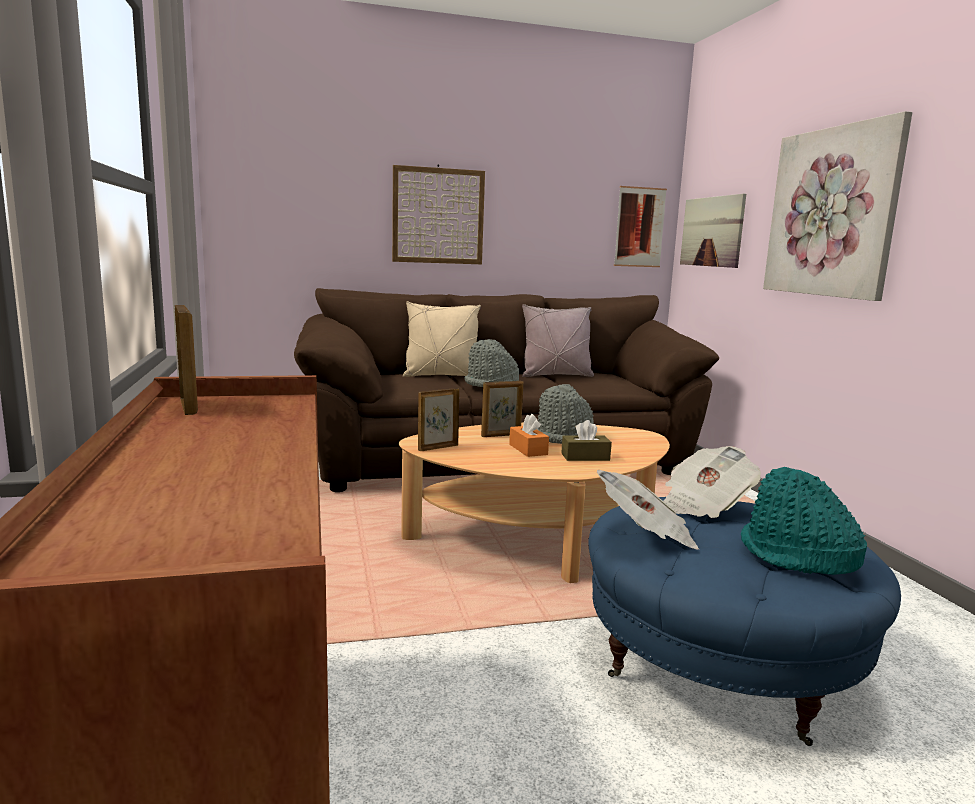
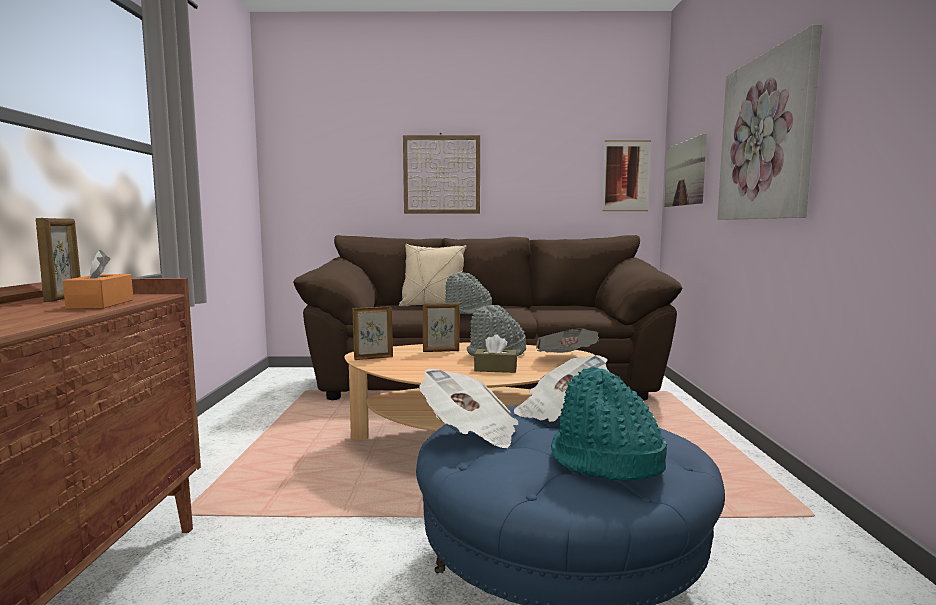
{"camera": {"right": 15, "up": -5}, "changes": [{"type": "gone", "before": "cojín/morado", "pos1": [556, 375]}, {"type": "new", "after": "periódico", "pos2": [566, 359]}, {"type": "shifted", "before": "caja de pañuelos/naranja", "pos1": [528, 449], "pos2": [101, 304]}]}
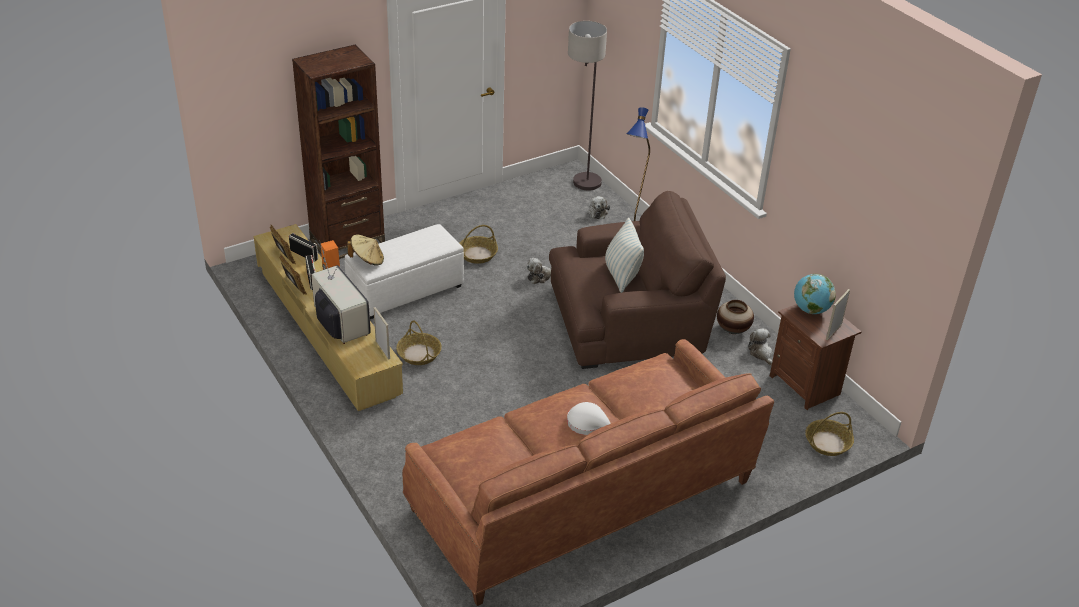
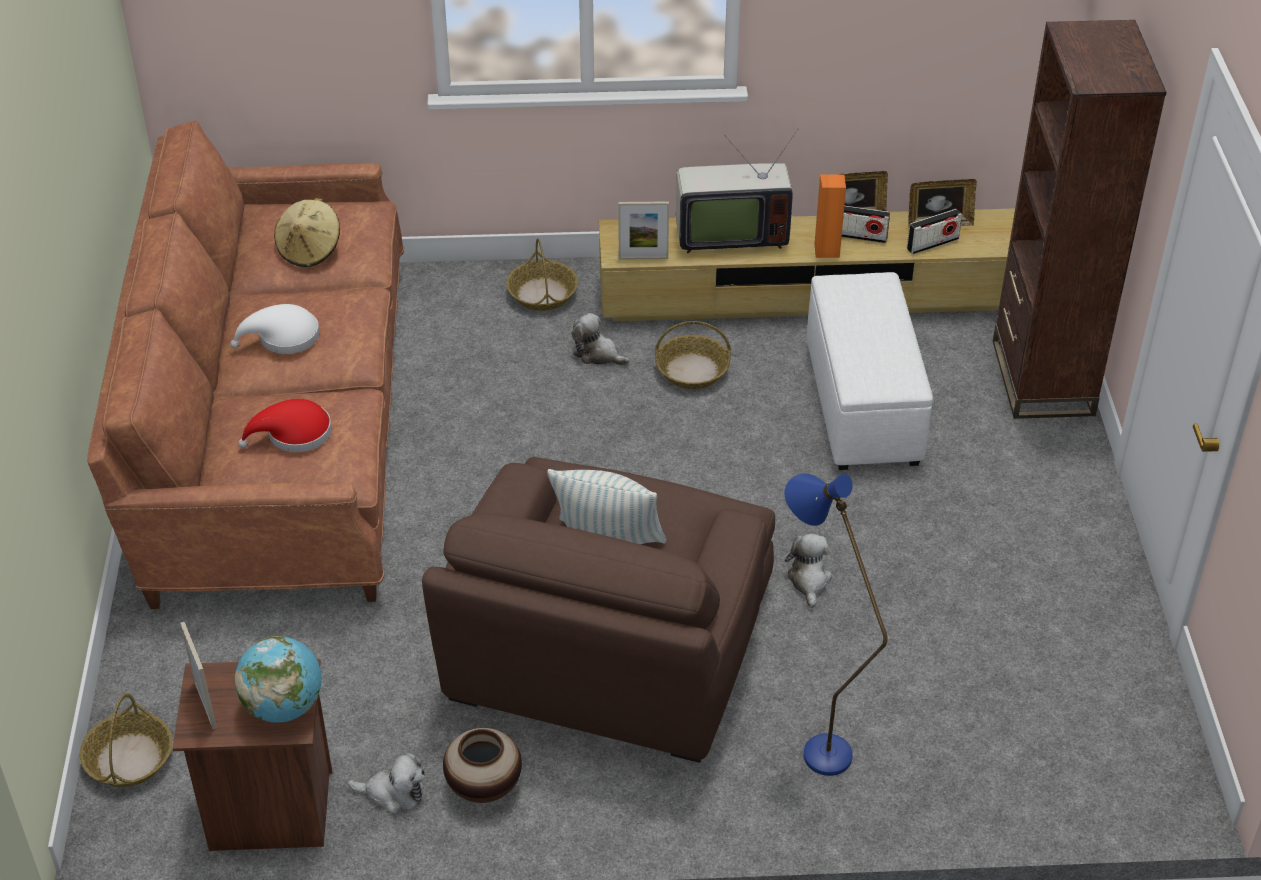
{"camera": {"right": 120, "up": 5}, "changes": [{"type": "gone", "before": "lámpara de pie/gris", "pos1": [581, 185]}, {"type": "new", "after": "sombrero/rojo", "pos2": [294, 434]}, {"type": "shifted", "before": "sombrero/beis", "pos1": [367, 260], "pos2": [310, 250]}, {"type": "shifted", "before": "cesta", "pos1": [477, 254], "pos2": [542, 294]}, {"type": "shifted", "before": "peluche", "pos1": [597, 212], "pos2": [598, 354]}]}
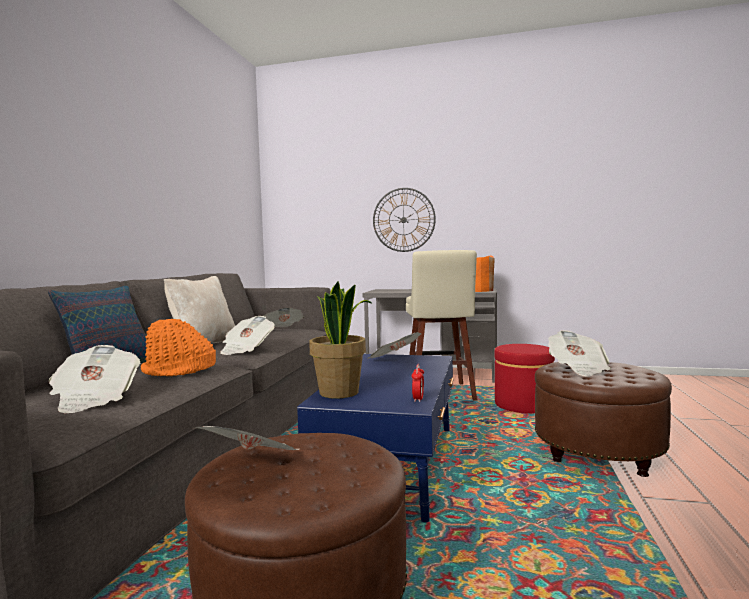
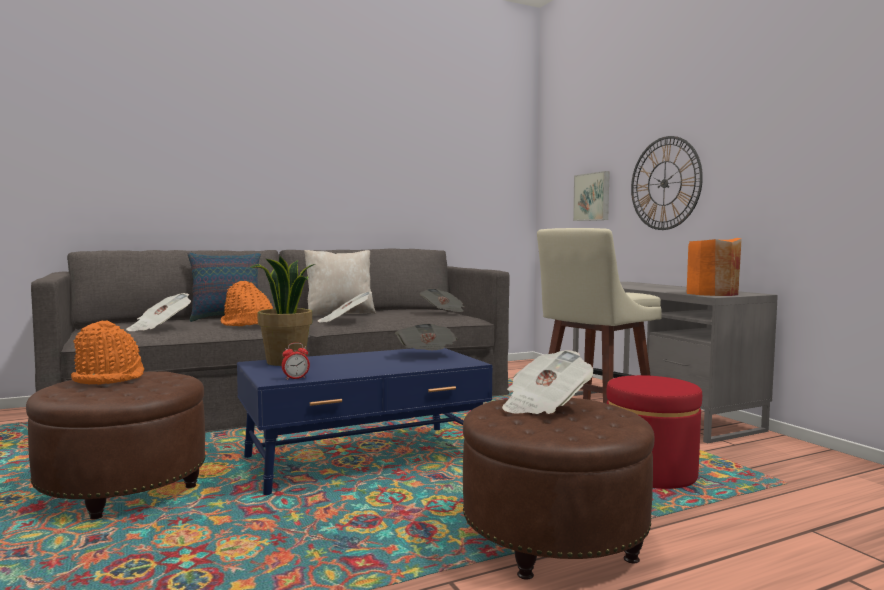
{"camera": {"right": 50, "up": 0}, "changes": [{"type": "new", "after": "cuadro", "pos2": [592, 197]}, {"type": "swapped", "before": "periódico", "after": "sombrero/naranja", "pos1": [253, 467], "pos2": [109, 378]}]}
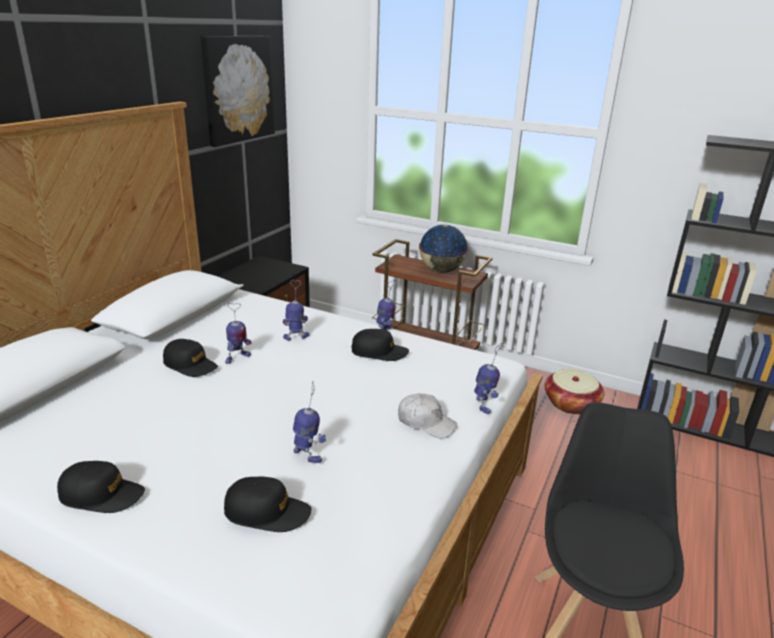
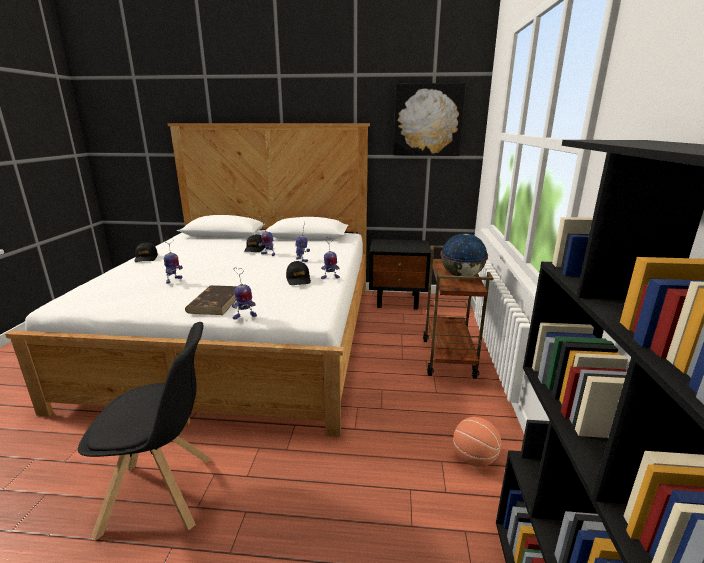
{"camera": {"right": 70, "up": -5}, "changes": [{"type": "gone", "before": "gorra/negro", "pos1": [267, 512]}, {"type": "swapped", "before": "gorra/blanco", "after": "libro/marrón", "pos1": [426, 422], "pos2": [215, 302]}, {"type": "swapped", "before": "cesta", "after": "balón de baloncesto", "pos1": [571, 404], "pos2": [474, 459]}]}
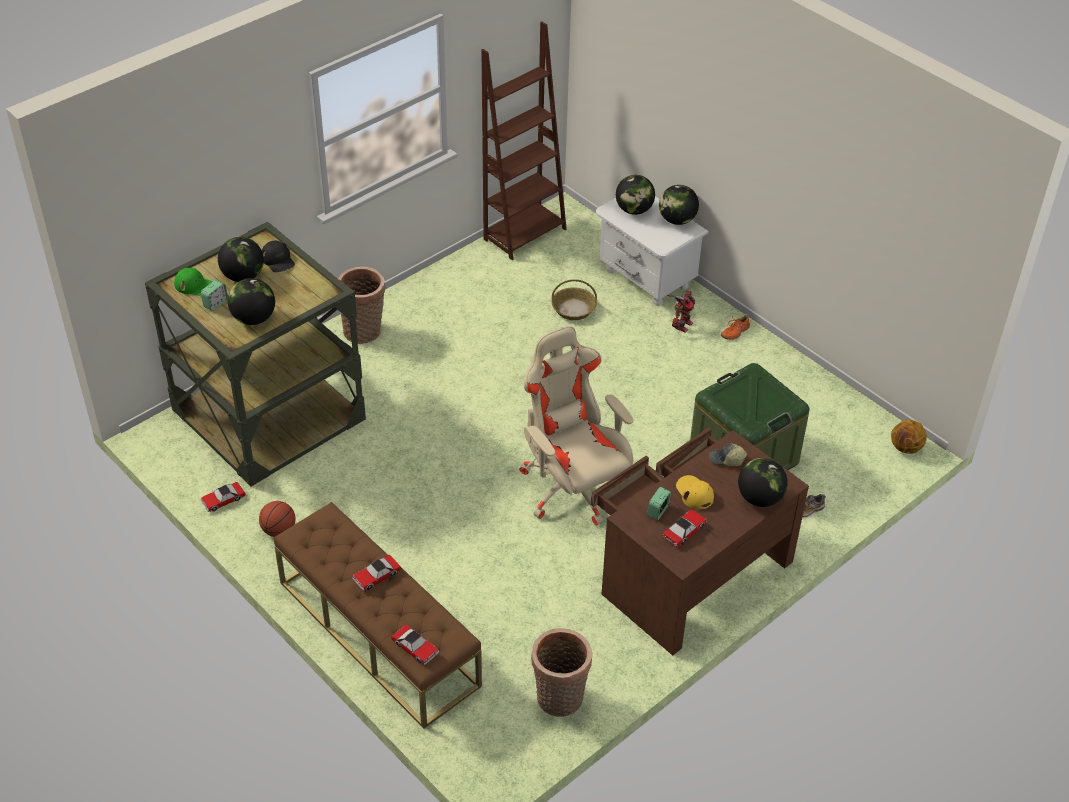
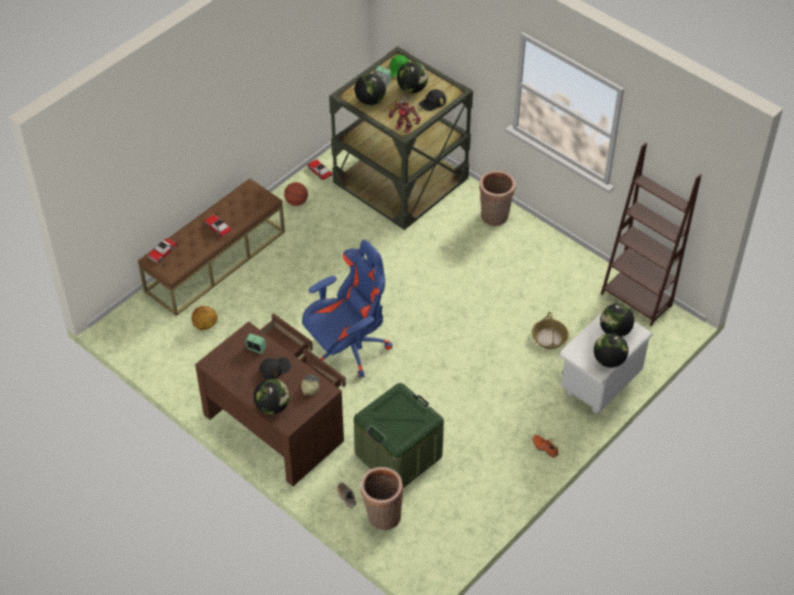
{"camera": {"right": 85, "up": 5}, "changes": [{"type": "gone", "before": "coche de juguete", "pos1": [684, 531]}, {"type": "shifted", "before": "cesta", "pos1": [559, 701], "pos2": [382, 516]}, {"type": "shifted", "before": "robot de juguete", "pos1": [681, 325], "pos2": [404, 126]}, {"type": "shifted", "before": "balón de baloncesto", "pos1": [905, 448], "pos2": [205, 325]}, {"type": "repainted", "before": "silla de oficina/beis", "after": "silla de oficina/azul", "pos1": [574, 494], "pos2": [346, 351]}, {"type": "repainted", "before": "gorra/amarillo", "after": "gorra/negro", "pos1": [694, 493], "pos2": [274, 368]}]}
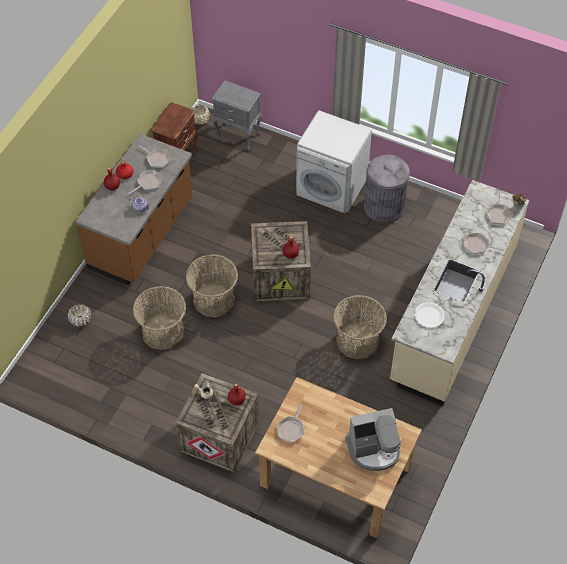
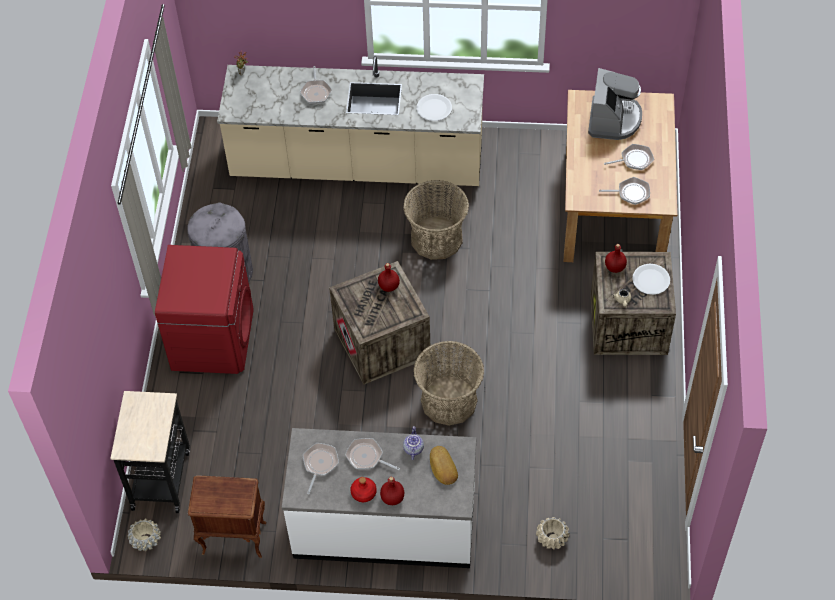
{"camera": {"right": -110, "up": 0}, "changes": [{"type": "gone", "before": "cesta", "pos1": [163, 331]}, {"type": "new", "after": "pan", "pos2": [442, 467]}, {"type": "new", "after": "plato/blanco", "pos2": [651, 280]}, {"type": "shifted", "before": "sartén", "pos1": [499, 214], "pos2": [634, 160]}, {"type": "swapped", "before": "mesita de noche/gris", "after": "carrito", "pos1": [238, 135], "pos2": [160, 478]}, {"type": "repainted", "before": "mueble bajo de cocina/marrón", "after": "mueble bajo de cocina/blanco", "pos1": [142, 235], "pos2": [384, 525]}, {"type": "repainted", "before": "lavadora/blanco", "after": "lavadora/rojo", "pos1": [331, 187], "pos2": [214, 337]}, {"type": "rotated", "before": "cafetera", "pos1": [373, 449], "pos2": [613, 119], "turn": 45}]}
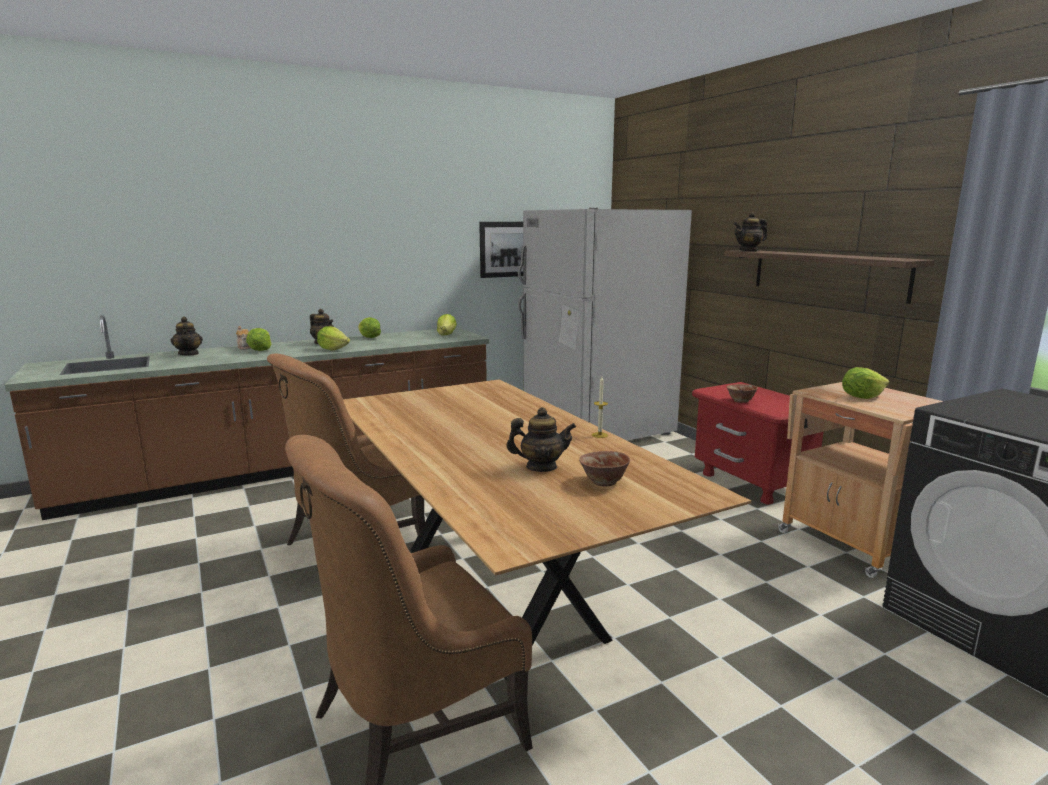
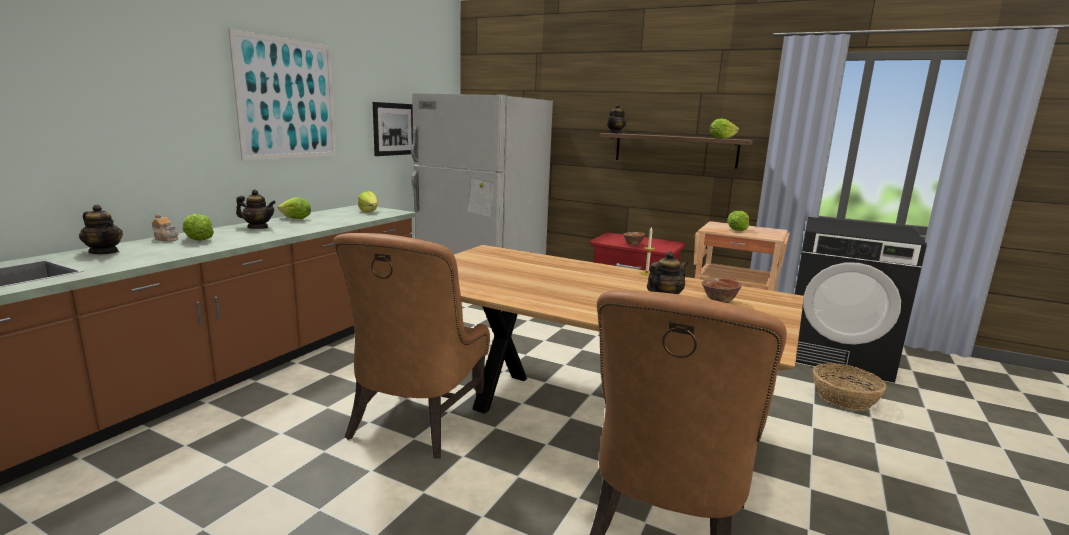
{"camera": {"right": -35, "up": 0}, "changes": [{"type": "new", "after": "cuadro", "pos2": [288, 99]}, {"type": "new", "after": "cesta", "pos2": [843, 398]}, {"type": "shifted", "before": "lechuga", "pos1": [333, 349], "pos2": [721, 138]}]}
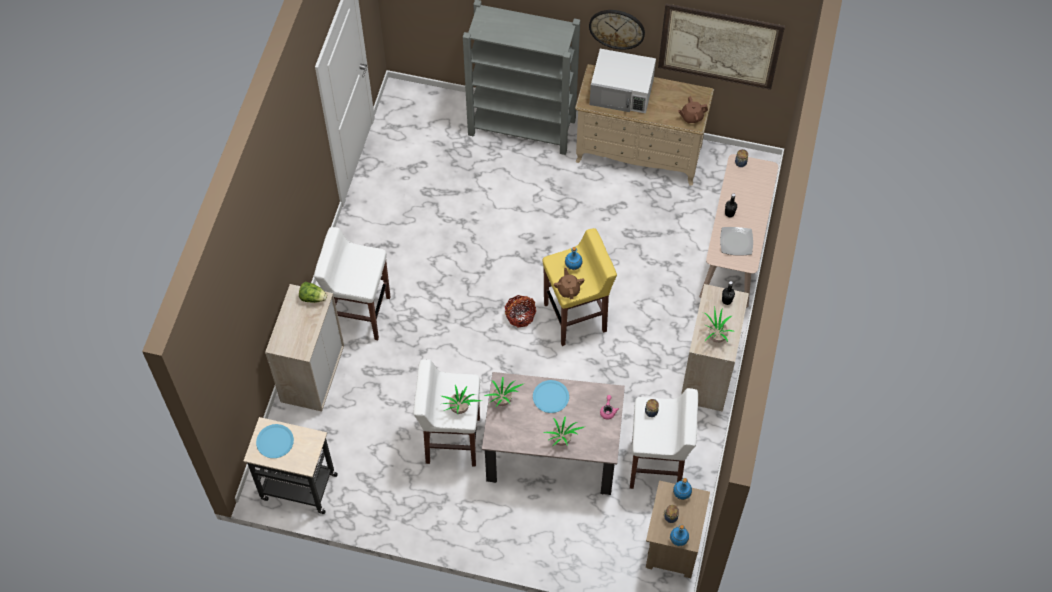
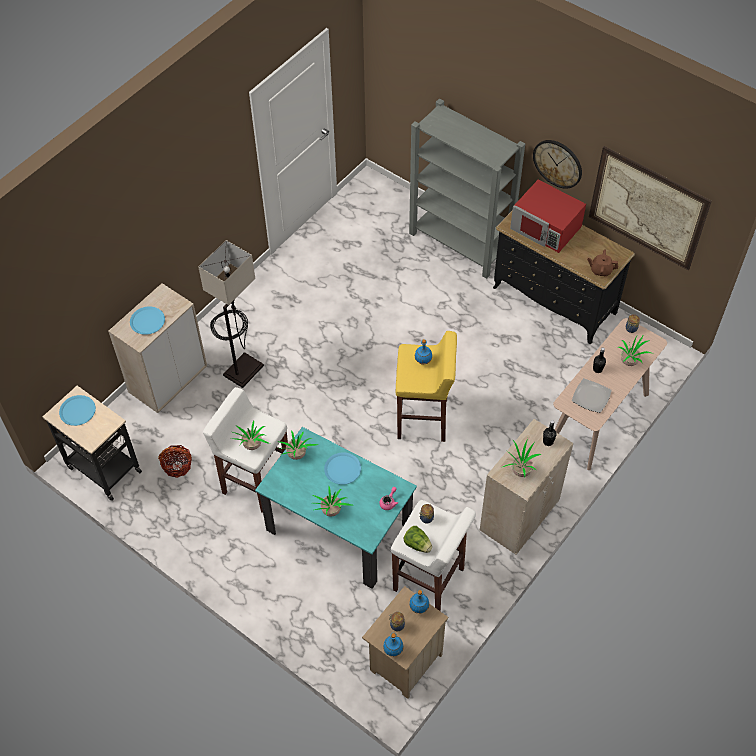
{"camera": {"right": 25, "up": -5}, "changes": [{"type": "gone", "before": "tetera/marrón", "pos1": [568, 290]}, {"type": "new", "after": "plato/azul", "pos2": [147, 321]}, {"type": "new", "after": "planta en maceta", "pos2": [630, 362]}, {"type": "shifted", "before": "lechuga", "pos1": [313, 297], "pos2": [417, 544]}, {"type": "shifted", "before": "cesta", "pos1": [520, 315], "pos2": [177, 465]}, {"type": "swapped", "before": "taburete/blanco", "after": "lámpara de pie", "pos1": [360, 314], "pos2": [236, 345]}, {"type": "repainted", "before": "mesa de comedor/beis", "after": "mesa de comedor/turquesa", "pos1": [552, 453], "pos2": [339, 529]}, {"type": "repainted", "before": "cómoda/beis", "after": "cómoda/negro", "pos1": [638, 154], "pos2": [553, 301]}, {"type": "repainted", "before": "microondas/blanco", "after": "microondas/rojo", "pos1": [622, 91], "pos2": [546, 227]}]}
